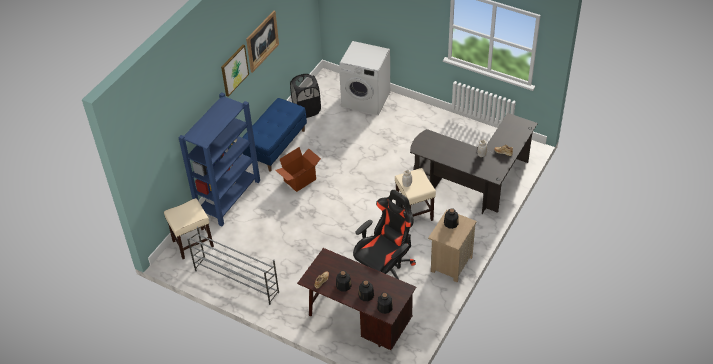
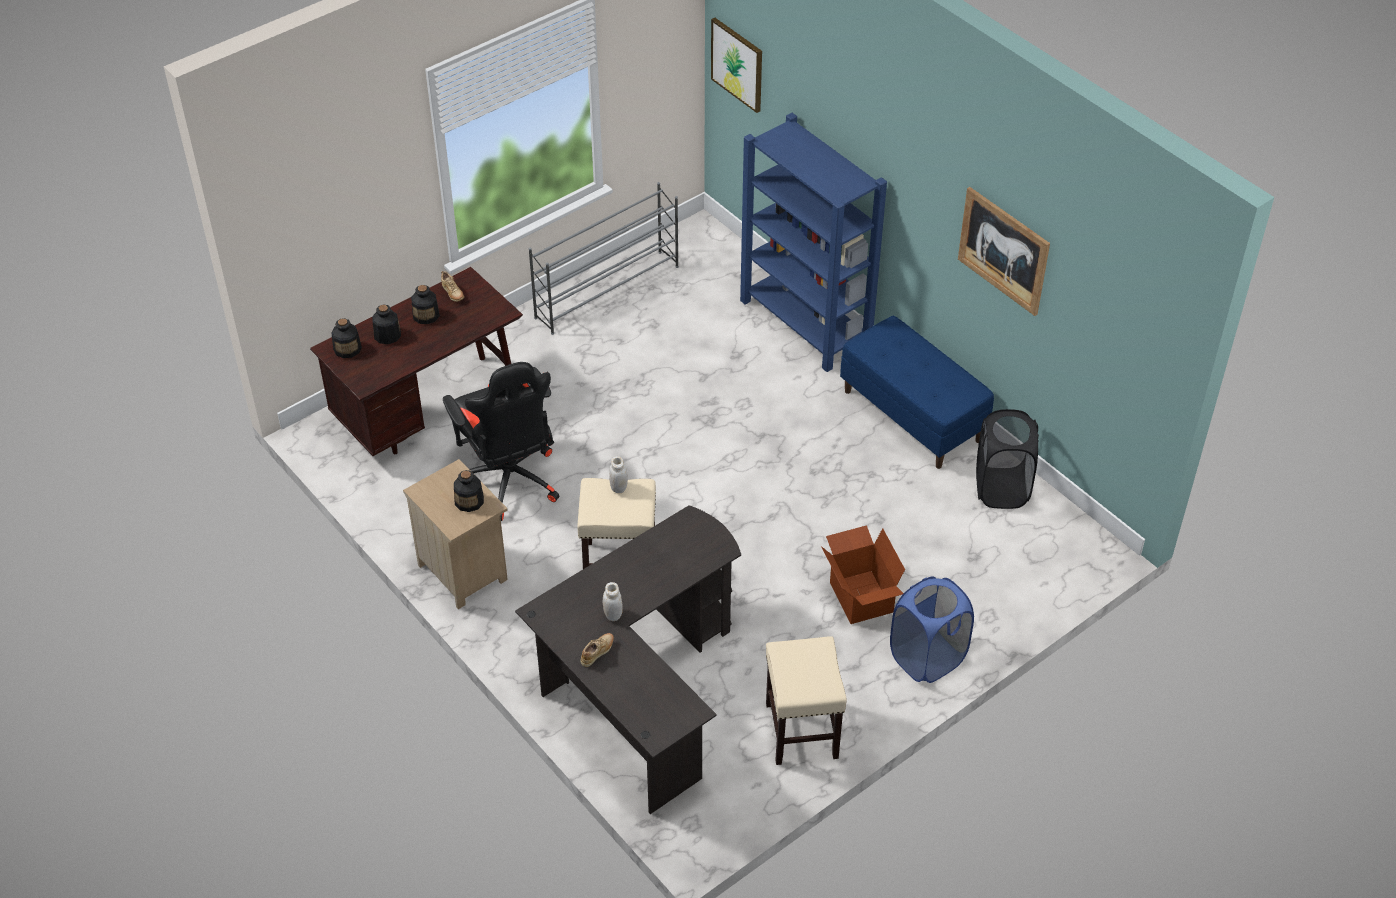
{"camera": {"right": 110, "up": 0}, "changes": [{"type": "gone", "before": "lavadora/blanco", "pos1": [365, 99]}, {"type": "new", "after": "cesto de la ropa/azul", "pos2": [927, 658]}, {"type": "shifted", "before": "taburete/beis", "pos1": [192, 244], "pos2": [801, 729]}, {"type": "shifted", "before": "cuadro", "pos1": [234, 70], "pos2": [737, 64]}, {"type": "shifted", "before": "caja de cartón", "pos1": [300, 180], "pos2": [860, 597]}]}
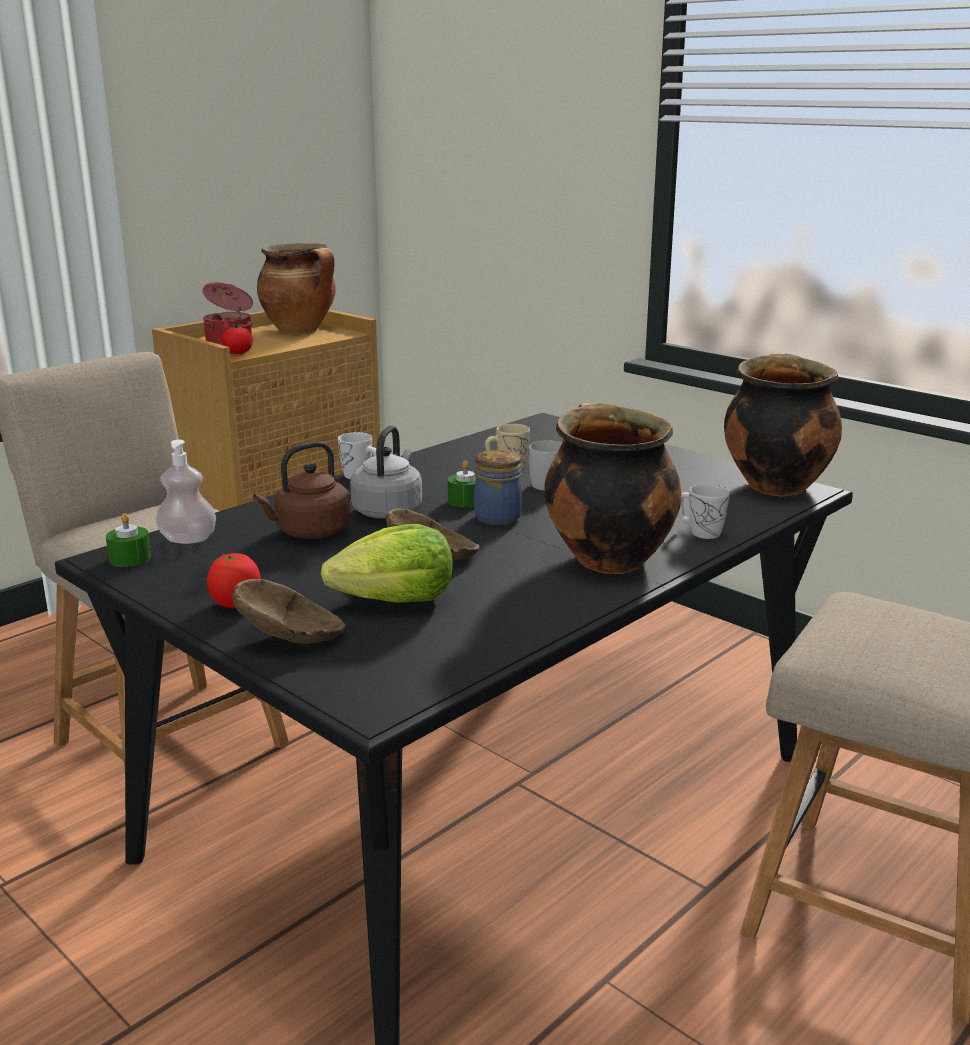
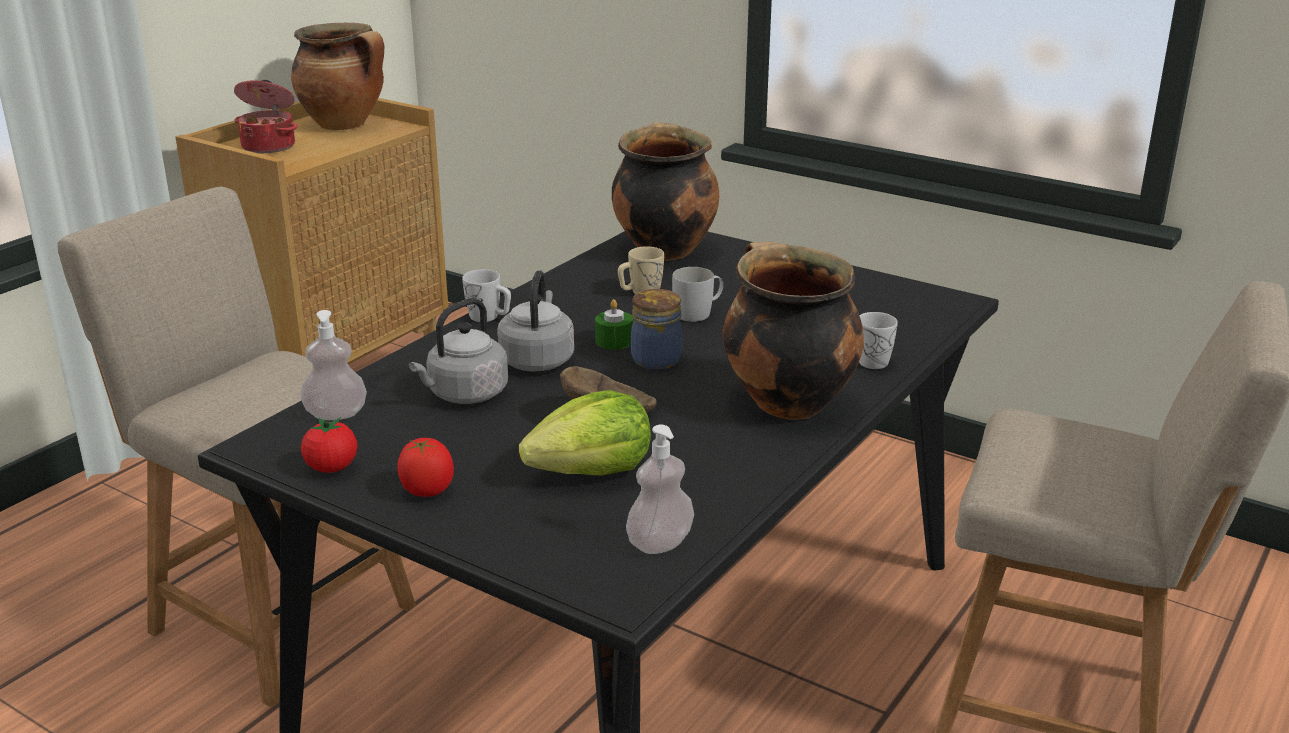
{"camera": {"right": -10, "up": 5}, "changes": [{"type": "gone", "before": "vela/verde", "pos1": [130, 558]}, {"type": "gone", "before": "cuenco/marrón", "pos1": [293, 639]}, {"type": "new", "after": "dispensador de jabón", "pos2": [660, 543]}, {"type": "shifted", "before": "tomate", "pos1": [238, 353], "pos2": [331, 468]}, {"type": "shifted", "before": "olla", "pos1": [774, 485], "pos2": [663, 249]}, {"type": "repainted", "before": "hervidor/marrón", "after": "hervidor/gris", "pos1": [309, 532], "pos2": [464, 395]}]}
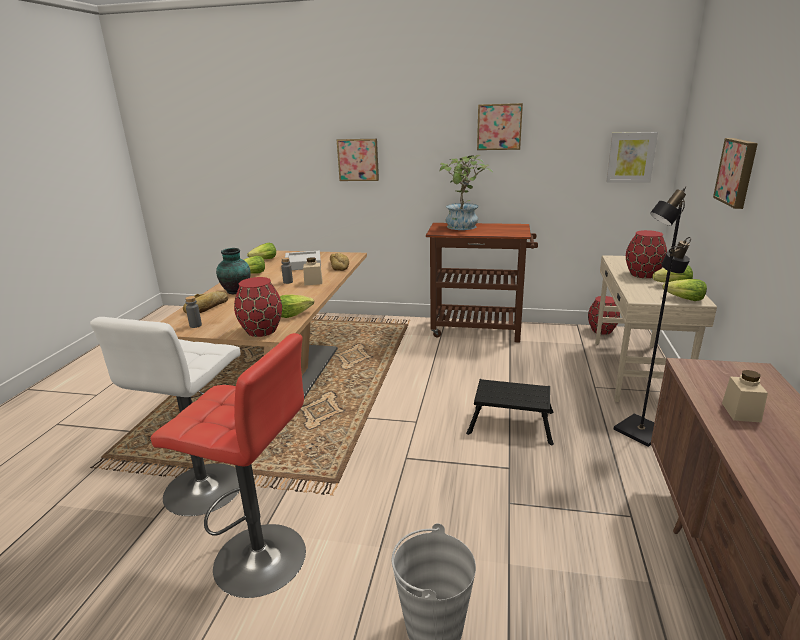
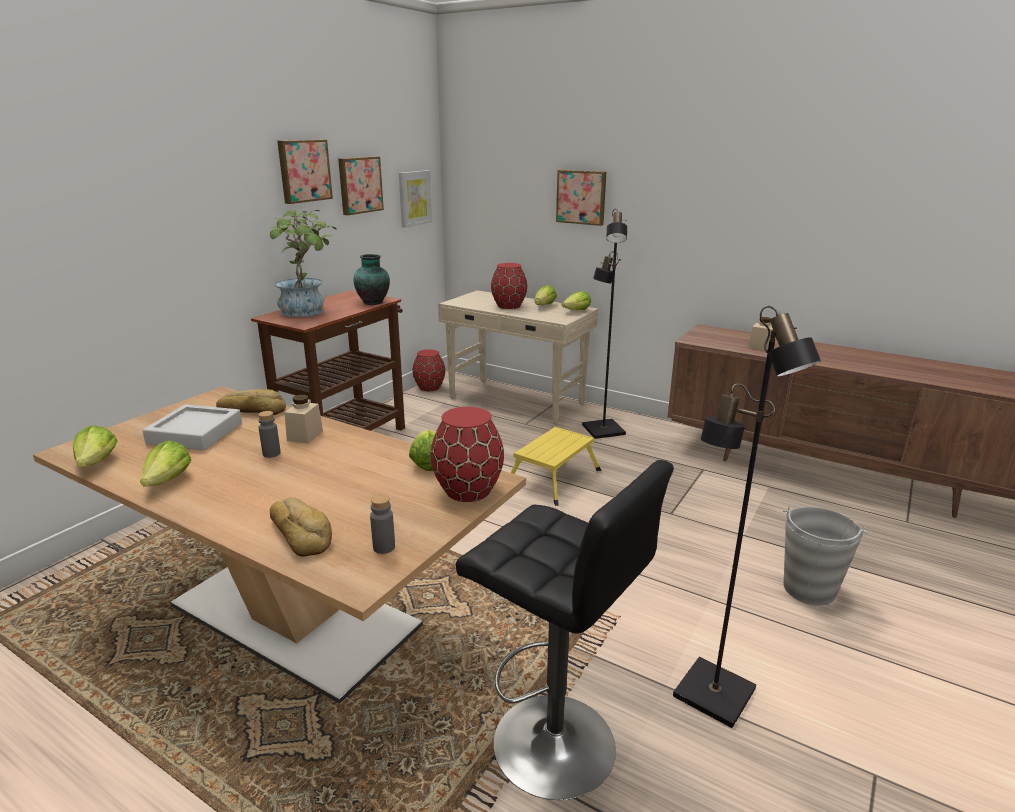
{"camera": {"right": -70, "up": 0}, "changes": [{"type": "shifted", "before": "florero", "pos1": [237, 291], "pos2": [374, 302]}, {"type": "shifted", "before": "cuadro", "pos1": [358, 159], "pos2": [359, 185]}, {"type": "swapped", "before": "taburete/rojo", "after": "lámpara de pie/negro", "pos1": [260, 560], "pos2": [714, 692]}, {"type": "repainted", "before": "taburete/blanco", "after": "taburete/negro", "pos1": [202, 489], "pos2": [554, 746]}, {"type": "repainted", "before": "escalera de tijera/negro", "after": "escalera de tijera/amarillo", "pos1": [511, 423], "pos2": [553, 477]}]}
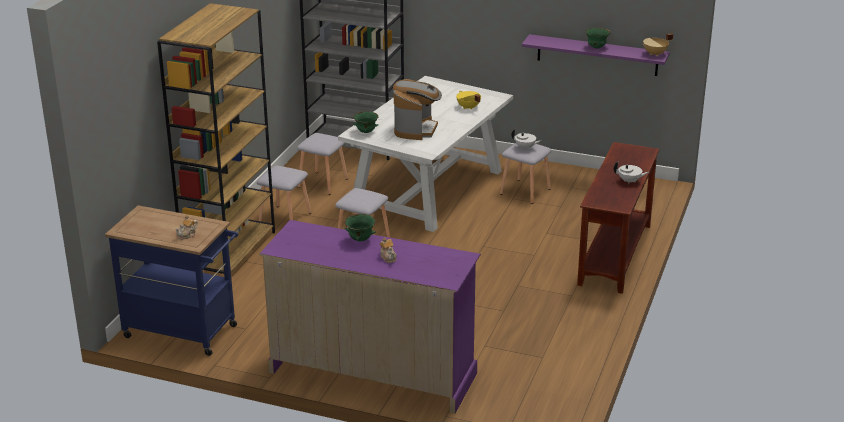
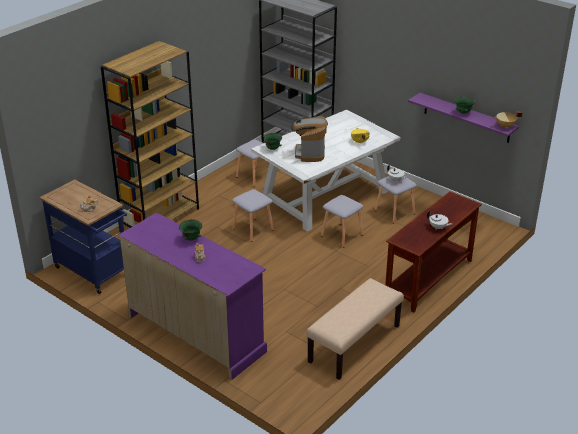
{"camera": {"right": 20, "up": 5}, "changes": [{"type": "new", "after": "banco/beis", "pos2": [354, 344]}, {"type": "shifted", "before": "taburete/gris", "pos1": [285, 218], "pos2": [341, 236]}, {"type": "rotated", "before": "cafetera", "pos1": [416, 129], "pos2": [309, 153], "turn": 150}]}
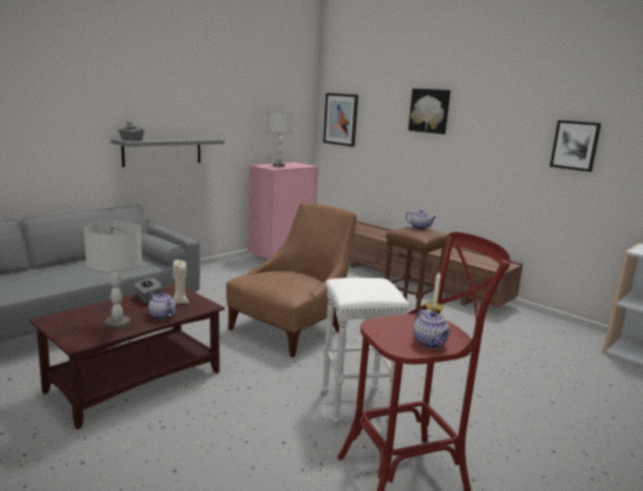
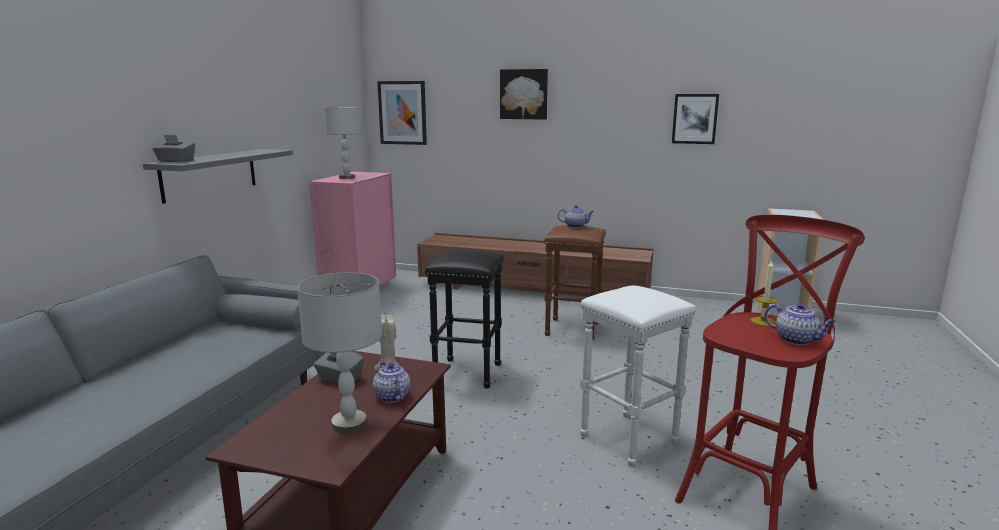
{"camera": {"right": -25, "up": 0}, "changes": [{"type": "swapped", "before": "sillón/marrón", "after": "taburete/negro", "pos1": [292, 327], "pos2": [469, 372]}, {"type": "rotated", "before": "tetera", "pos1": [161, 316], "pos2": [391, 396], "turn": 45}]}
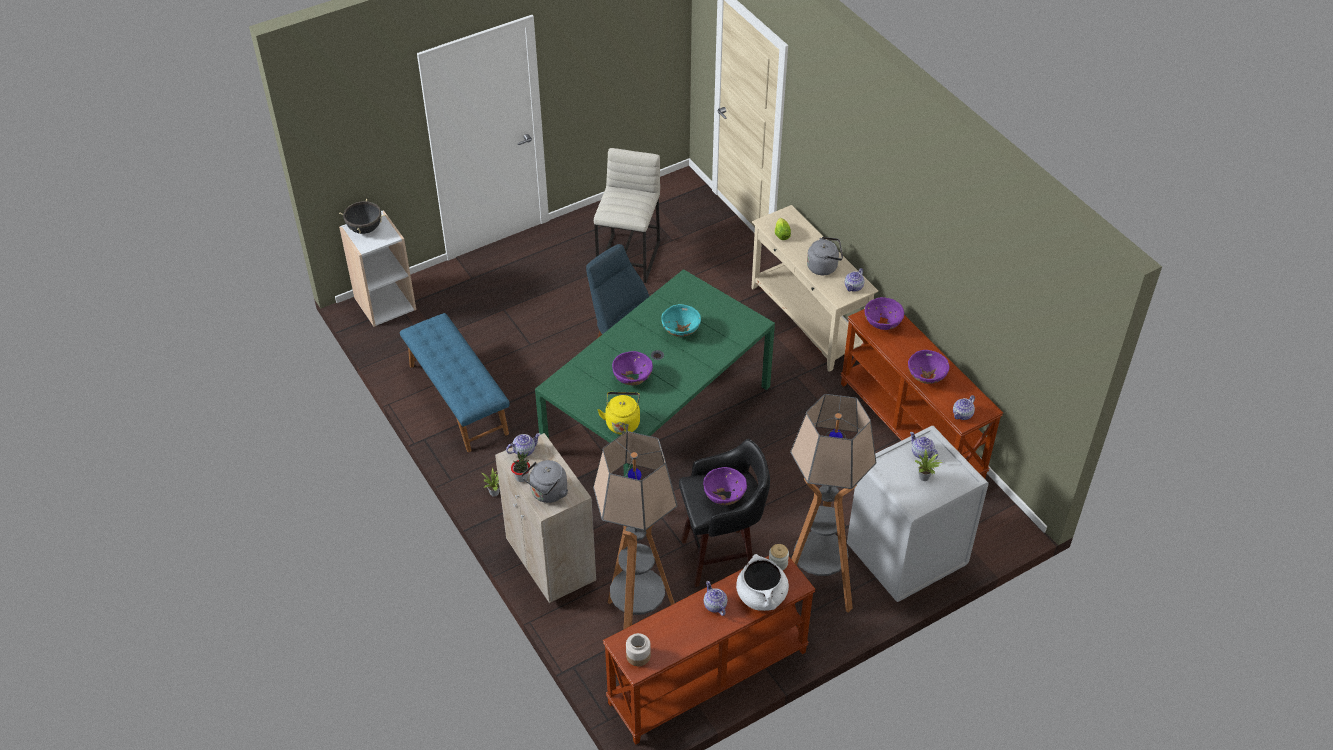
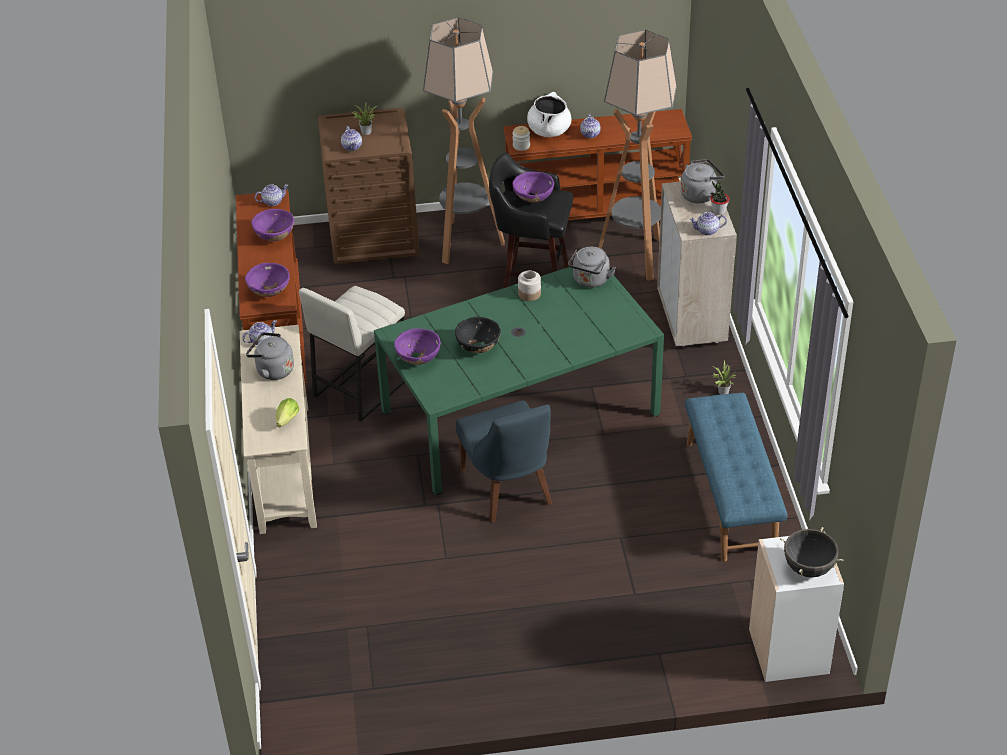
{"camera": {"right": -155, "up": -5}, "changes": [{"type": "shifted", "before": "taburete/beis", "pos1": [628, 258], "pos2": [361, 387]}, {"type": "shifted", "before": "cuenco/morado", "pos1": [632, 379], "pos2": [418, 359]}, {"type": "shifted", "before": "tarro", "pos1": [638, 656], "pos2": [529, 294]}, {"type": "repainted", "before": "hervidor/amarillo", "after": "hervidor/gris", "pos1": [622, 422], "pos2": [590, 281]}, {"type": "repainted", "before": "cuenco/turquesa", "after": "cuenco/negro", "pos1": [680, 331], "pos2": [478, 347]}, {"type": "repainted", "before": "cómoda/gris", "after": "cómoda/marrón", "pos1": [905, 560], "pos2": [375, 241]}]}
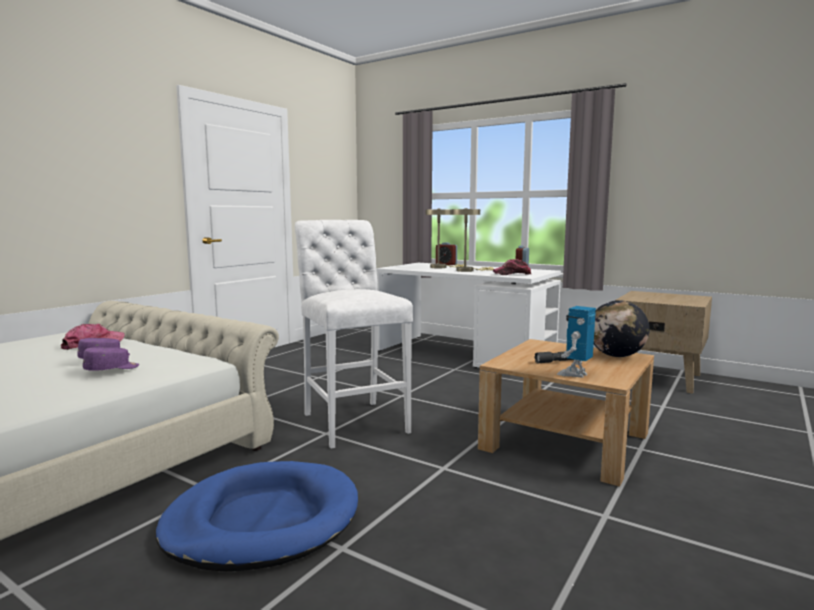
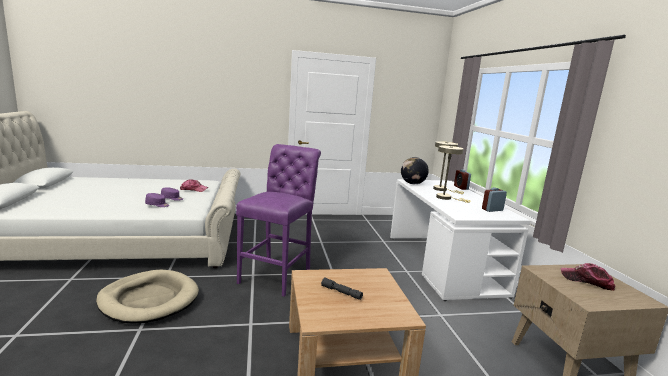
{"camera": {"right": 45, "up": 5}, "changes": [{"type": "gone", "before": "robot de juguete", "pos1": [575, 374]}, {"type": "shifted", "before": "gorra", "pos1": [512, 274], "pos2": [587, 281]}, {"type": "shifted", "before": "globo terráqueo", "pos1": [616, 356], "pos2": [412, 183]}, {"type": "repainted", "before": "cama para perro/azul", "after": "cama para perro/beis", "pos1": [262, 520], "pos2": [149, 299]}, {"type": "repainted", "before": "taburete/blanco", "after": "taburete/morado", "pos1": [353, 420], "pos2": [278, 274]}]}
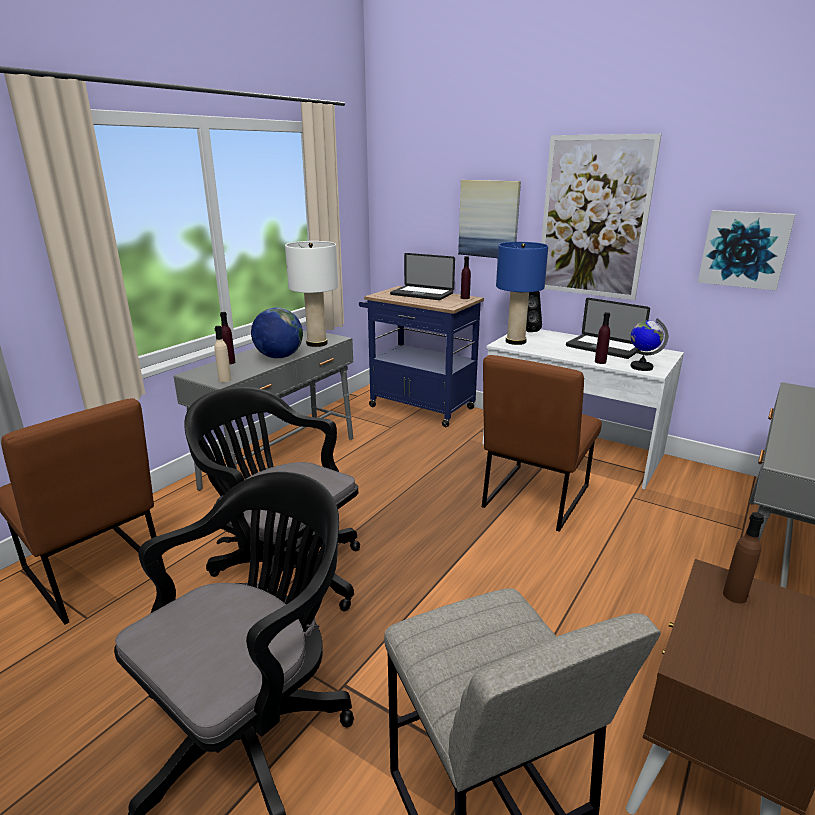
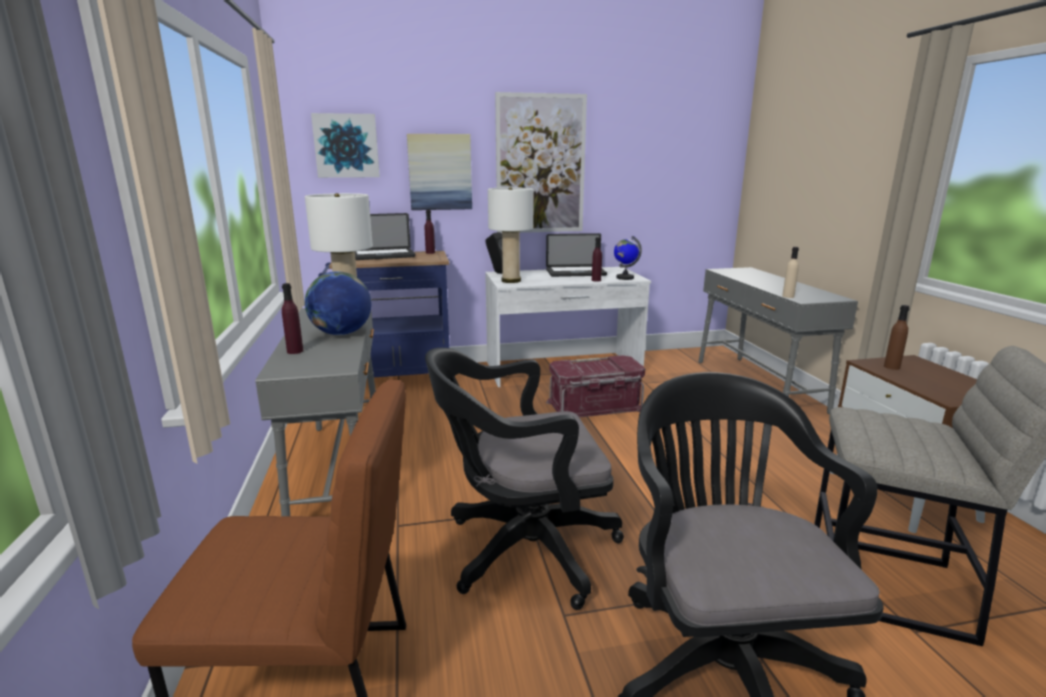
{"camera": {"right": -45, "up": -5}, "changes": [{"type": "shifted", "before": "botella/beis", "pos1": [225, 380], "pos2": [788, 296]}, {"type": "shifted", "before": "cuadro", "pos1": [744, 249], "pos2": [346, 146]}, {"type": "swapped", "before": "silla/marrón", "after": "caja de almacenaje/rojo", "pos1": [534, 497], "pos2": [595, 406]}, {"type": "repainted", "before": "lámpara de mesa/azul", "after": "lámpara de mesa/blanco", "pos1": [515, 341], "pos2": [511, 281]}]}
